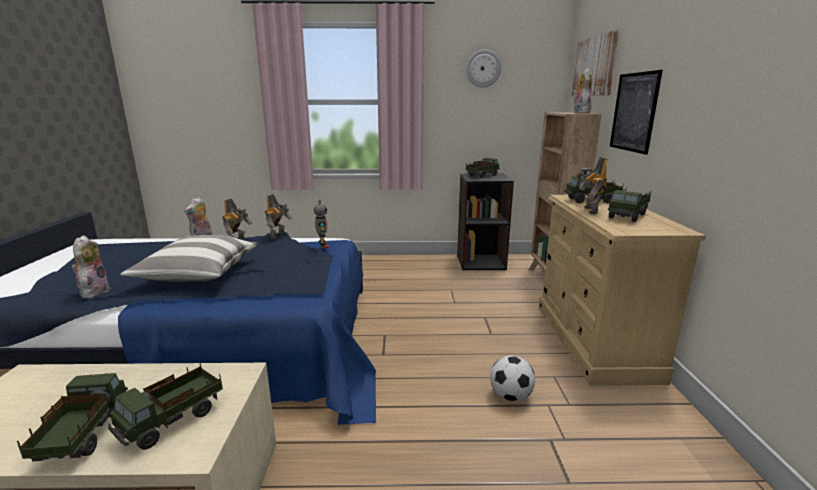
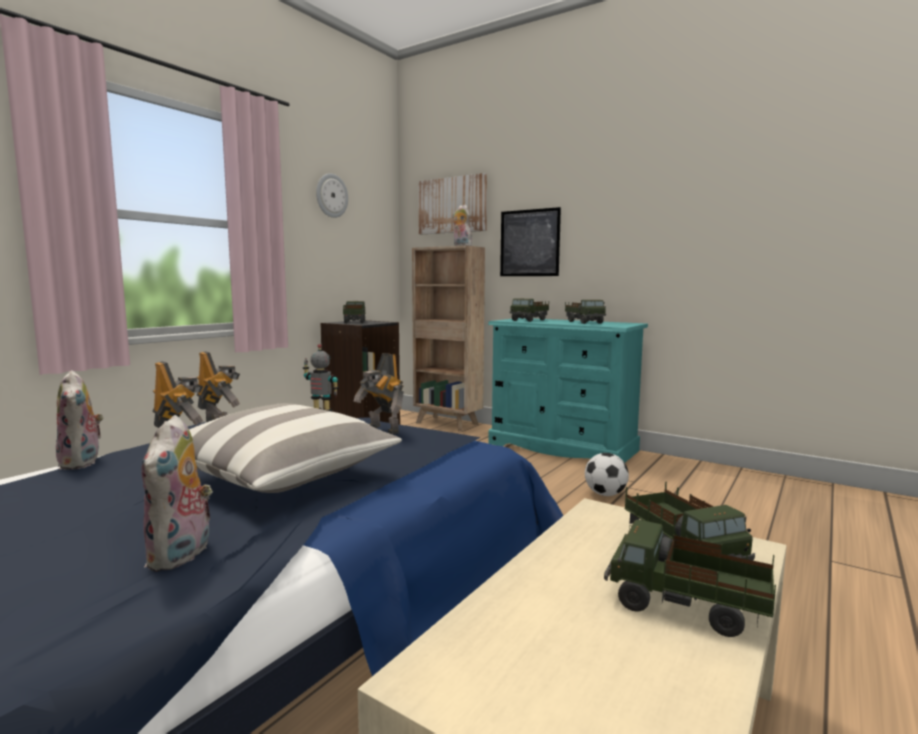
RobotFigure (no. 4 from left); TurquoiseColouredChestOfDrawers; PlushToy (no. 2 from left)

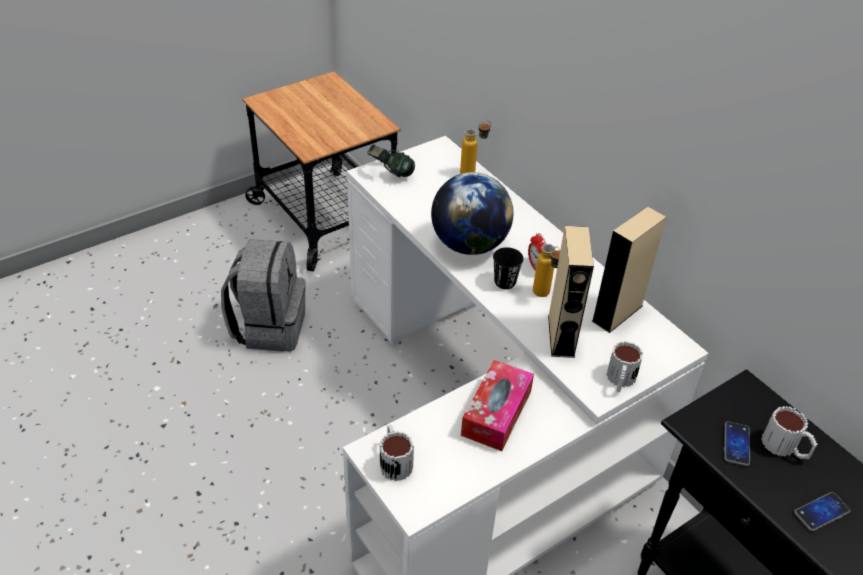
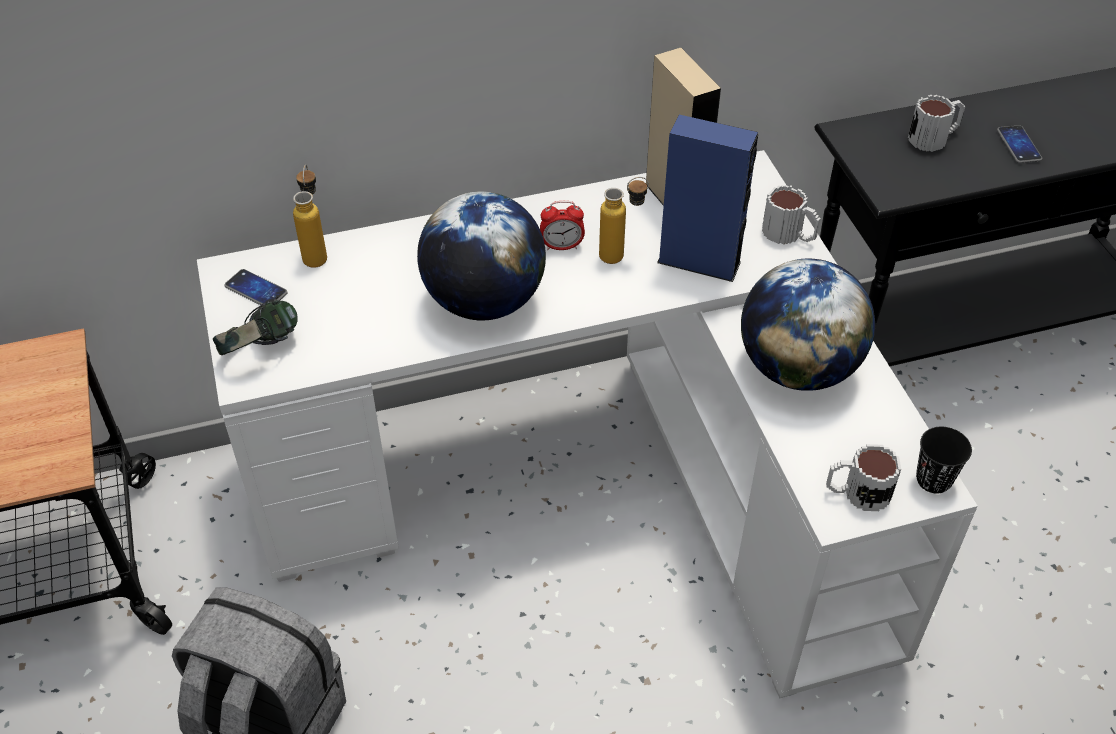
BlueColouredSpeaker; BlackColouredSmallCup; WorldGlobe (no. 2 from left); Telephone (no. 1 from left)

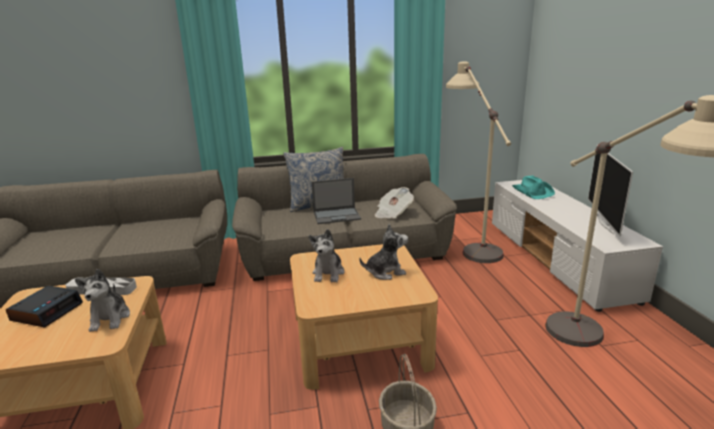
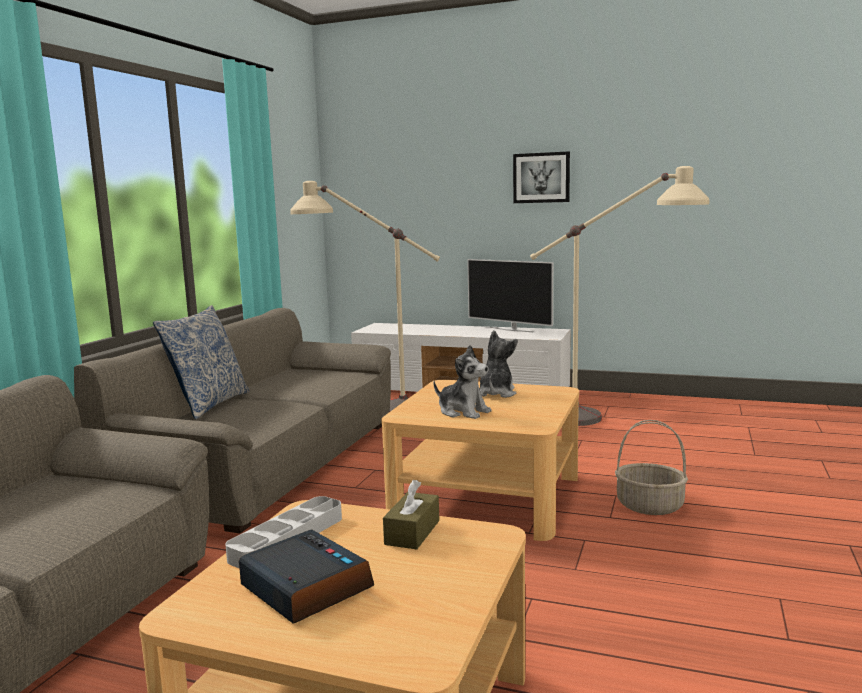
TurquoiseColouredWearableHat; PortableComputer; PrintedPaper; BrownColouredTissueHolder; WallArt

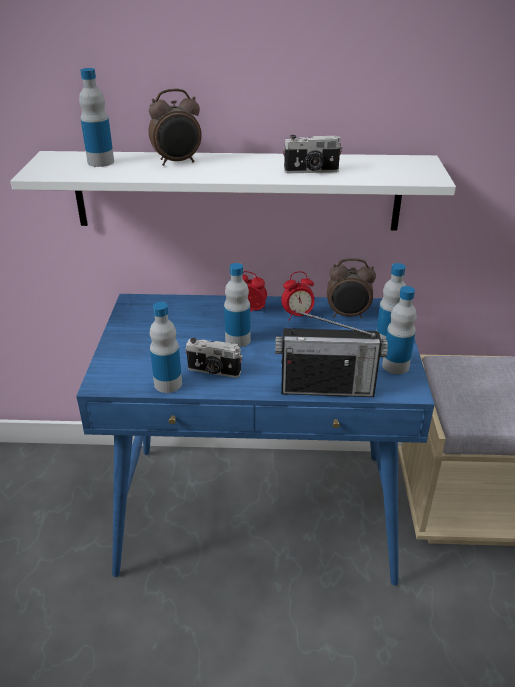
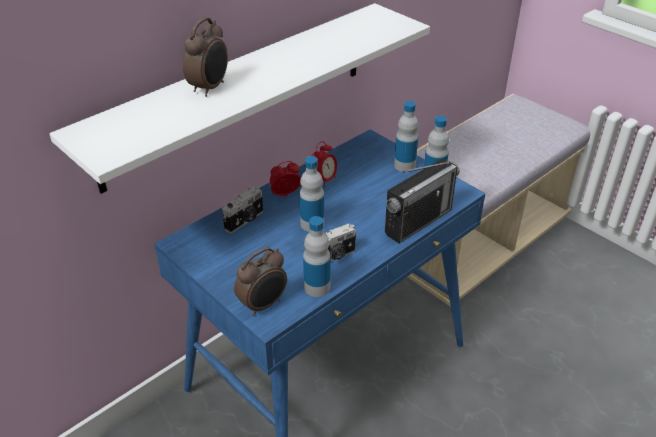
Bottle (no. 1 from left in the first image); StillCamera (no. 1 from left); AlarmClock (no. 2 from left)

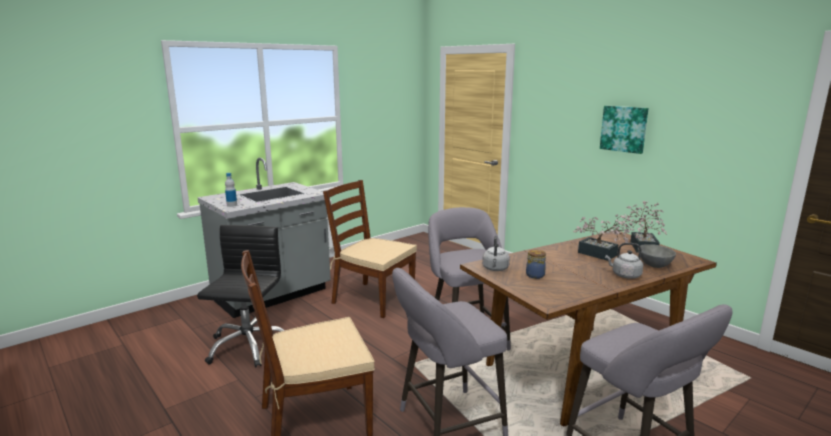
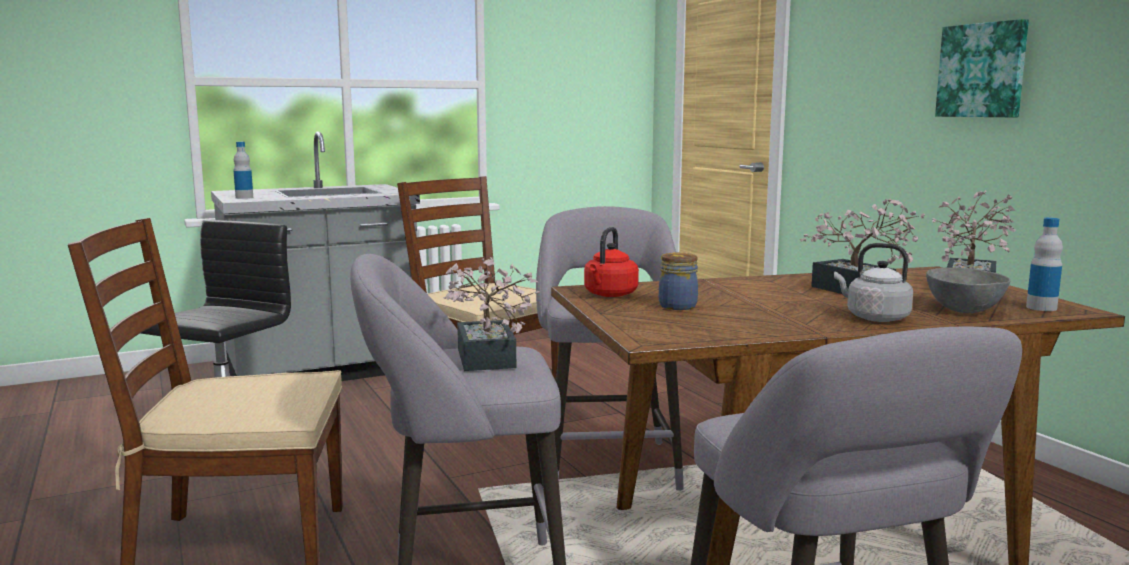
ReddishTeaKettle; Bottle (no. 2 from left); PottedPlant (no. 1 from left)

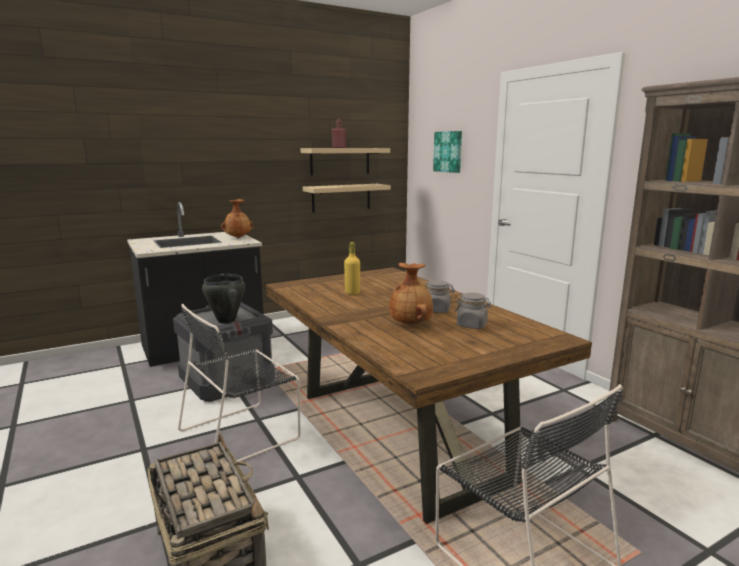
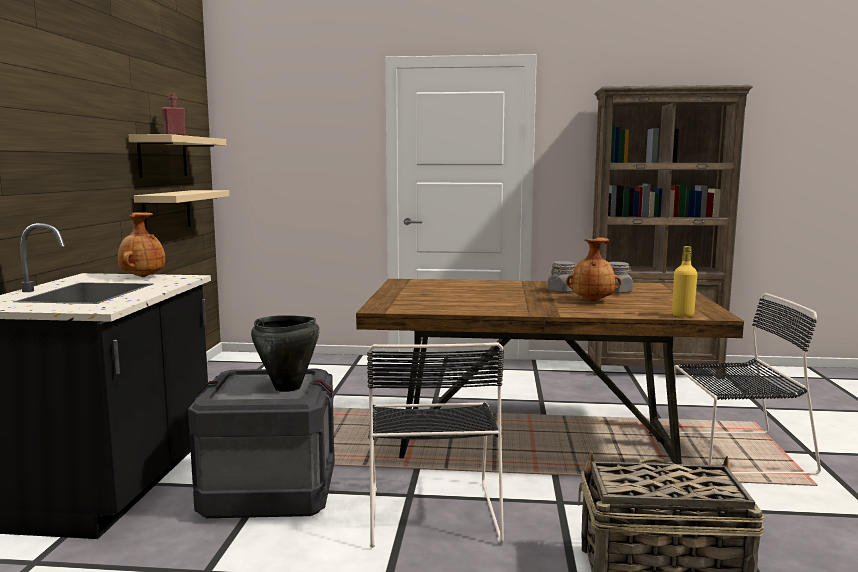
WallArt; YellowColouredBottle

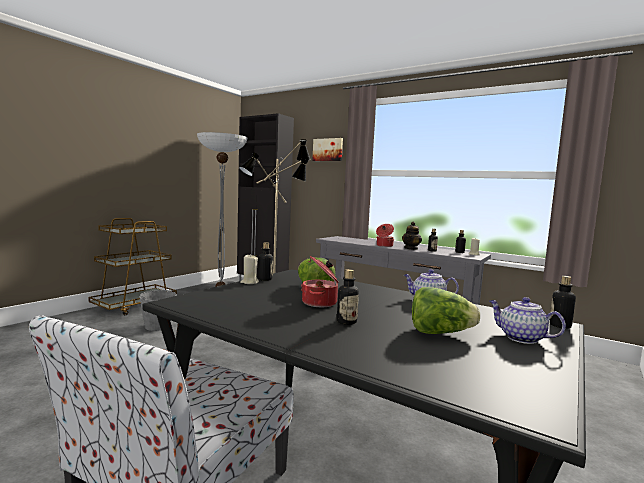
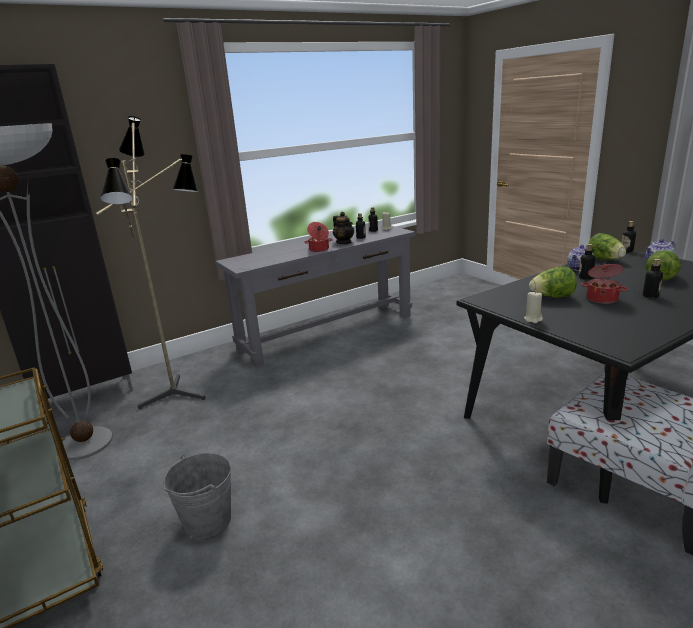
WallArt; Bottle (no. 3 from left); HeadOfLettuce (no. 2 from left)

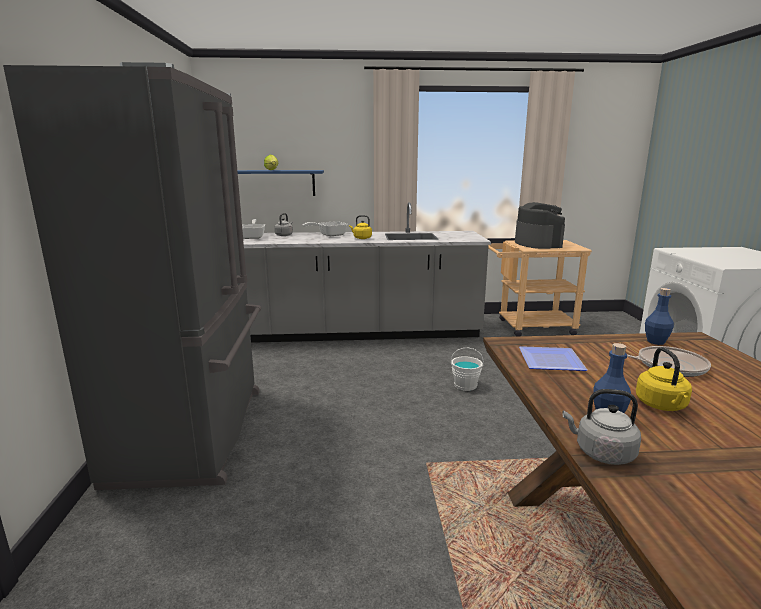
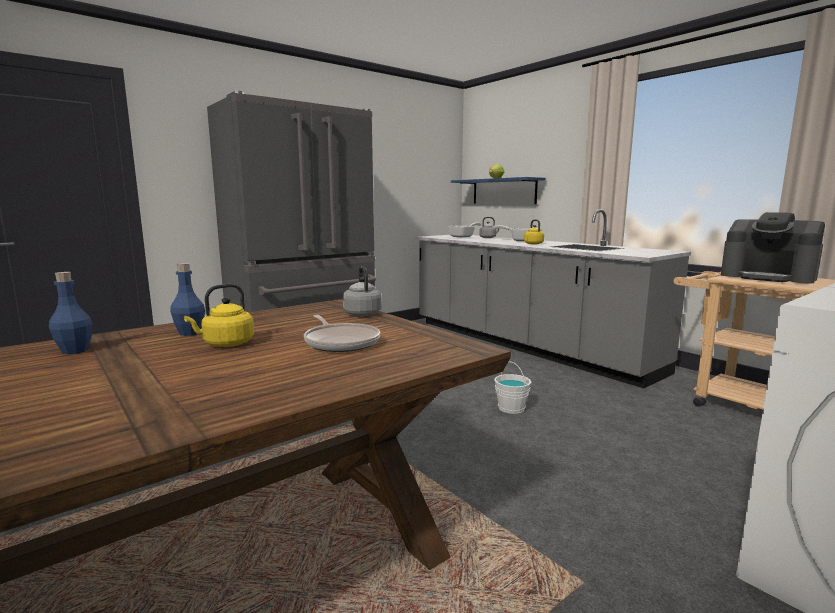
CoffeeBrewer; BlueColouredBottle (no. 1 from left); DinnerPlate; GreyishTeaKettle (no. 1 from left)

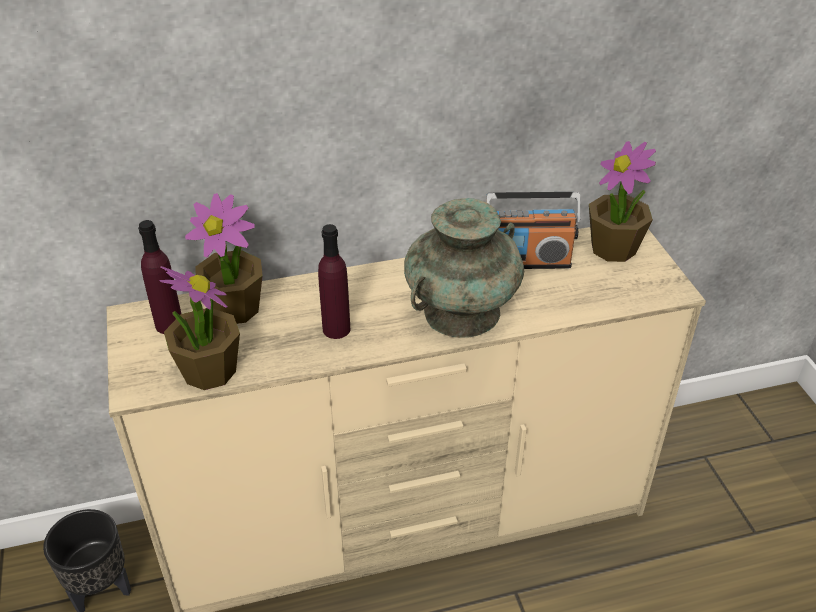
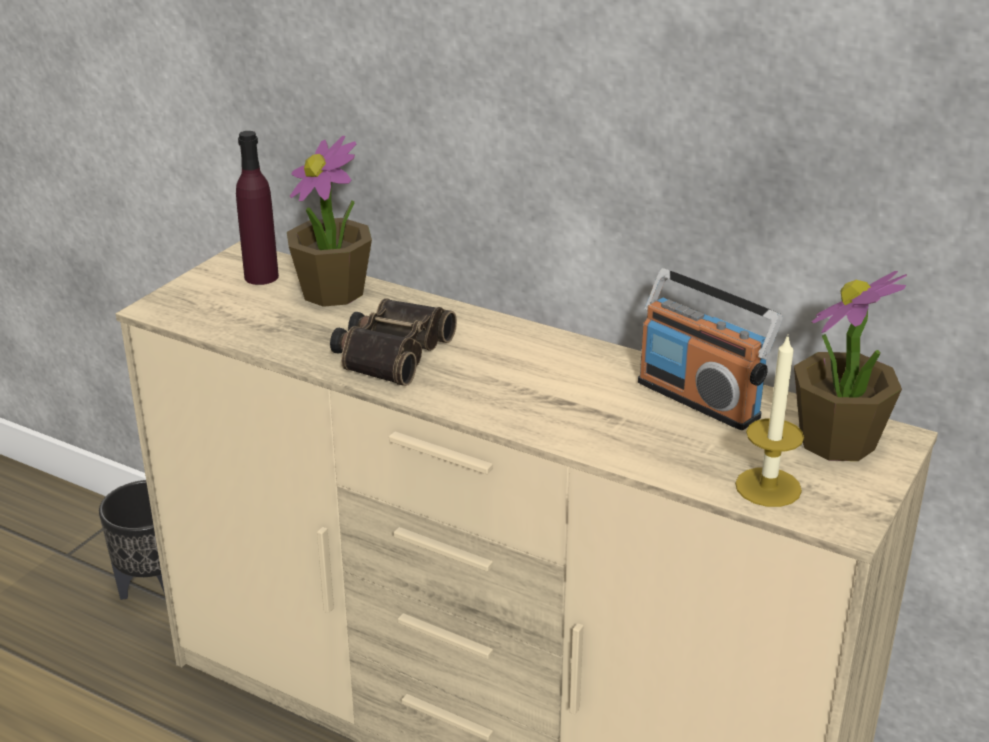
TurquoiseColouredVase; PairOfBinoculars; PottedPlant (no. 1 from left in the first image); WaxCandle

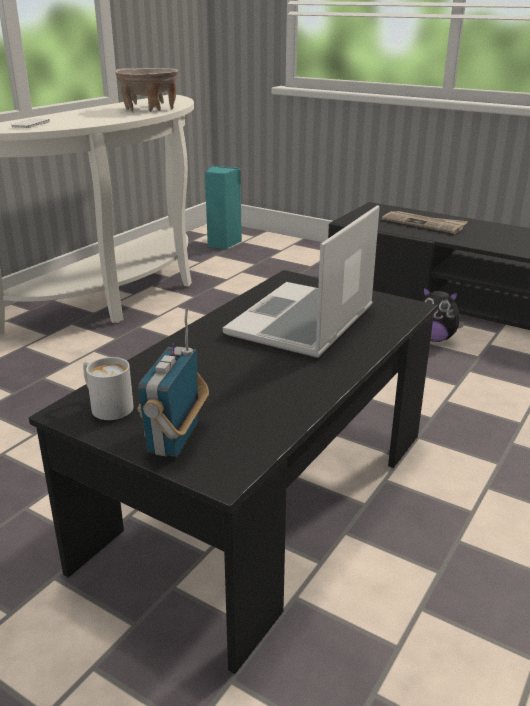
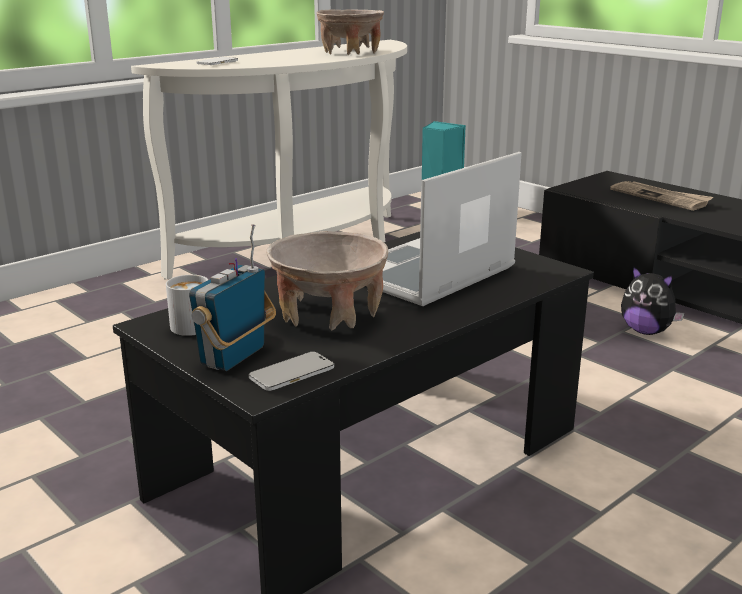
BeigeColouredDeepDish (no. 1 from left); Telephone (no. 2 from left)

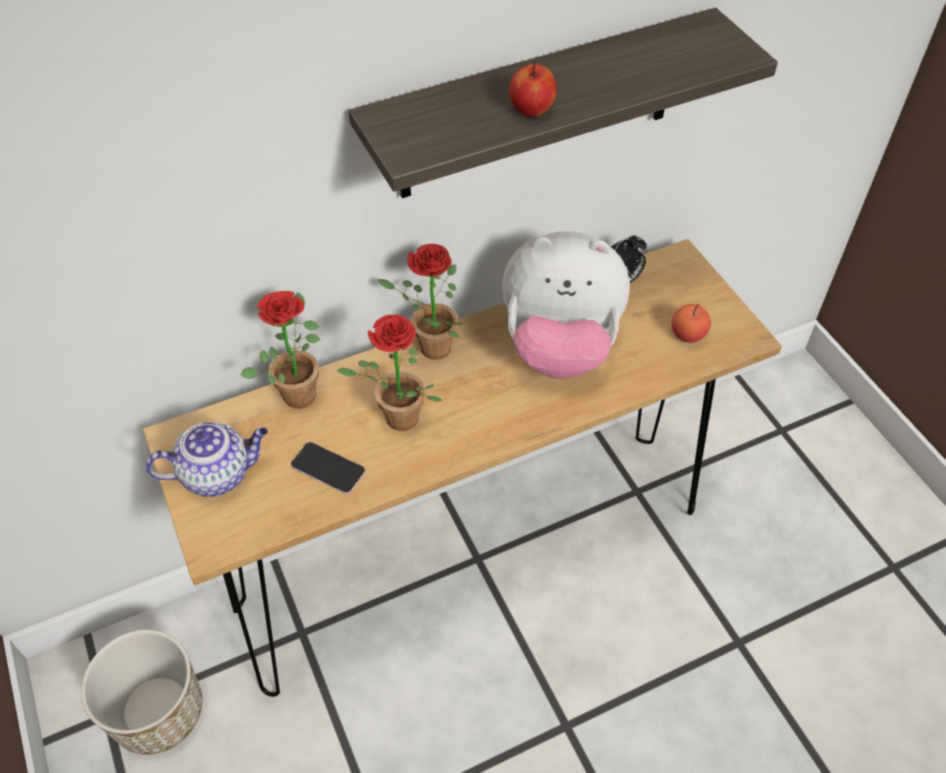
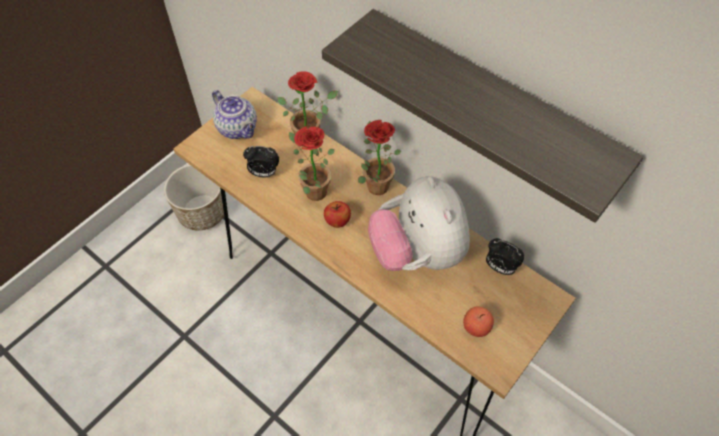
WholeApple (no. 1 from left); AlarmClock (no. 1 from left)

